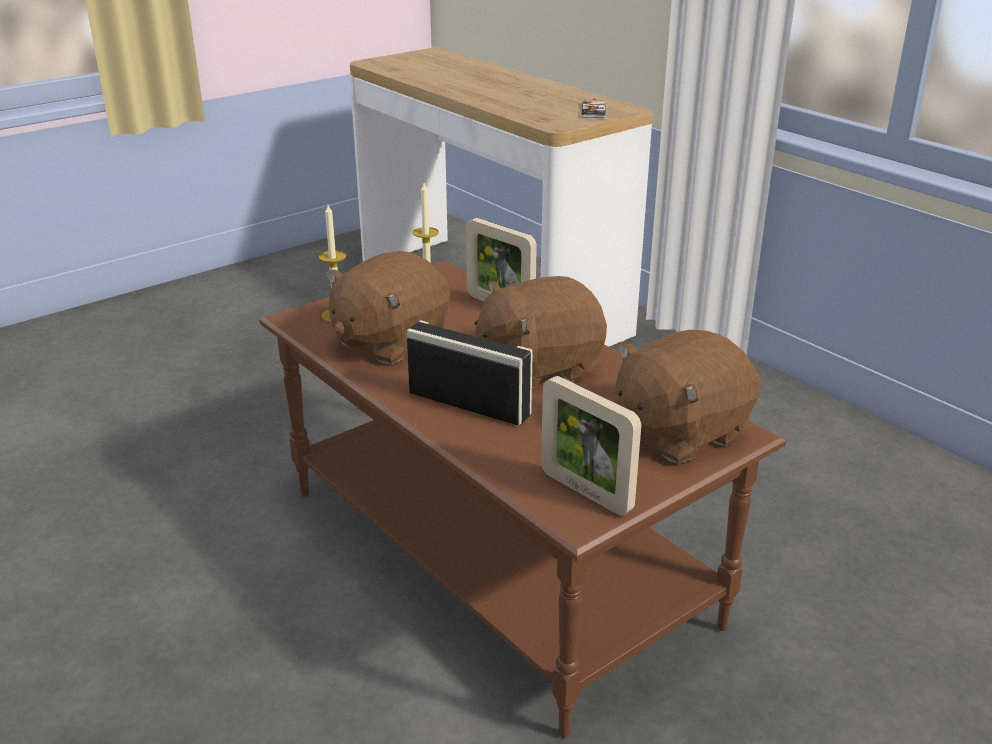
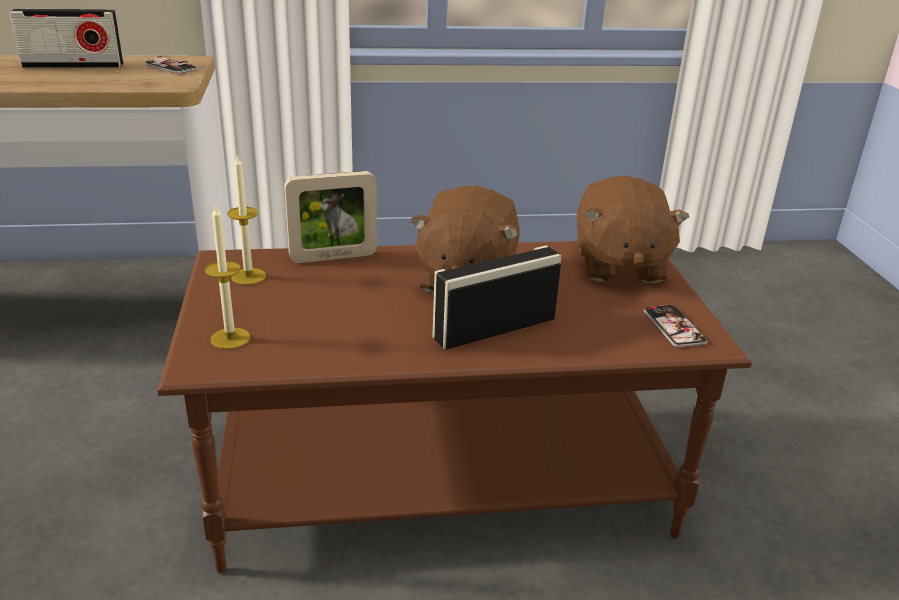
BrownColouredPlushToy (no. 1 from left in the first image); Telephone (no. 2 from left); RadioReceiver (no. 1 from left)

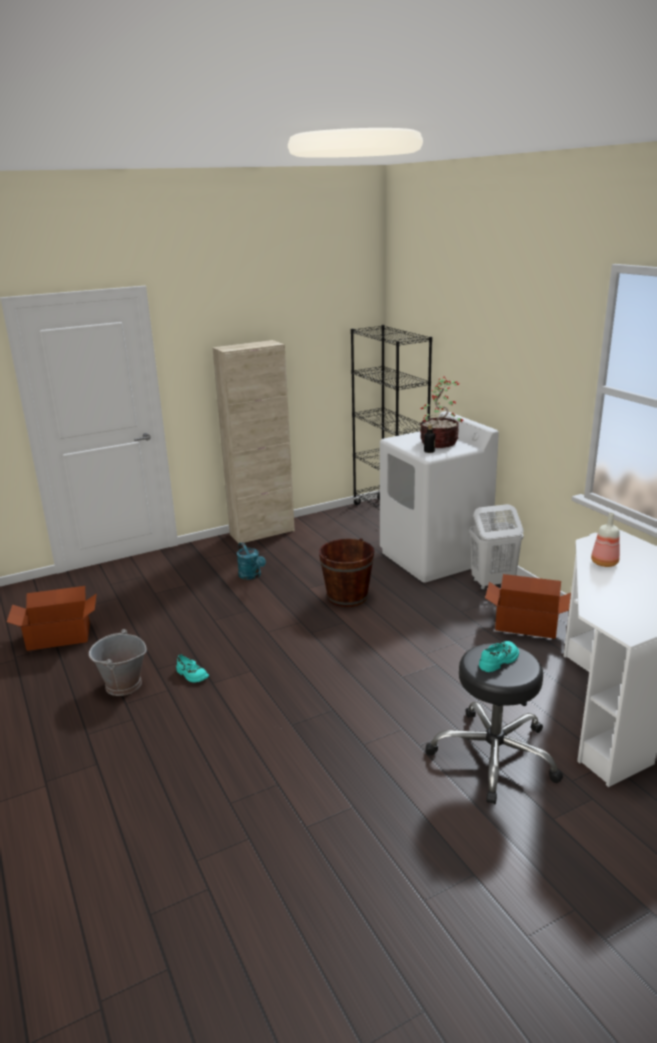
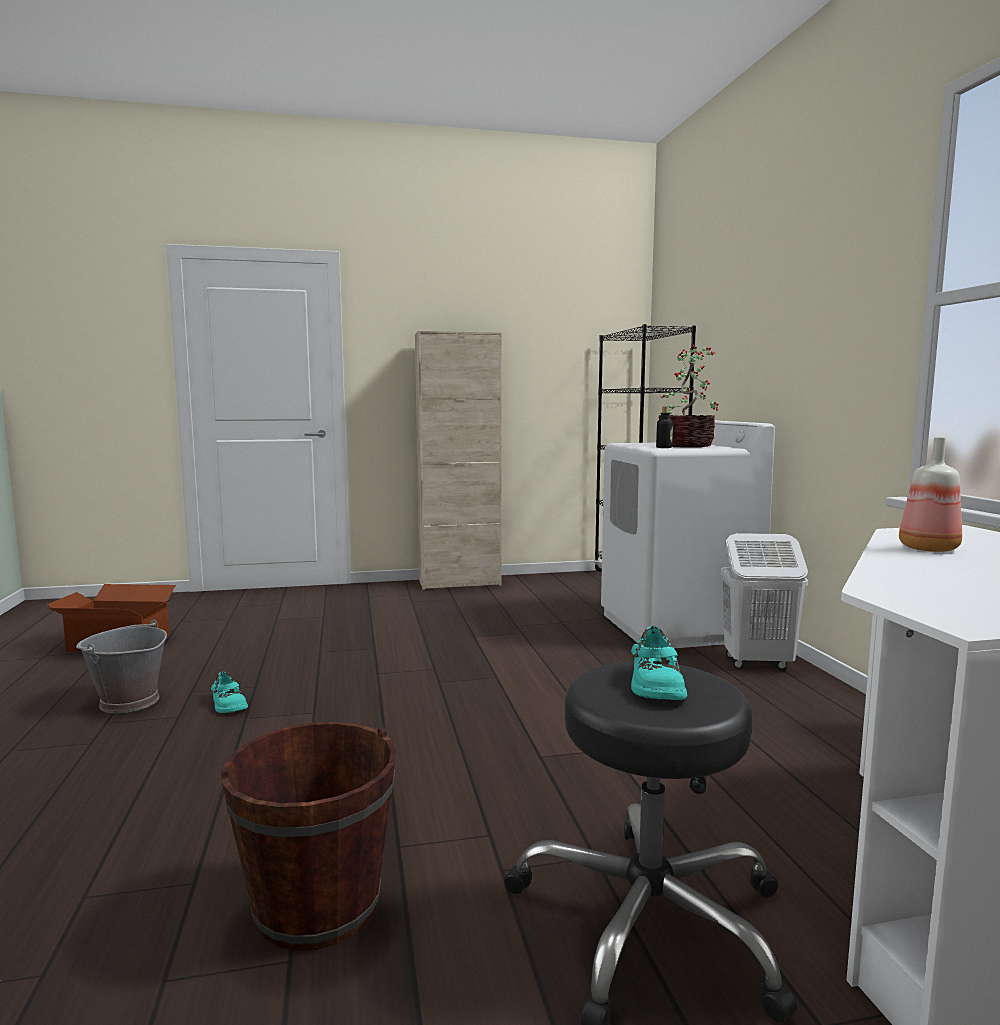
BrownColouredWaterBucket; TurquoiseColouredWateringCan; CardboardBox (no. 2 from left in the first image); TurquoiseColouredShoe (no. 2 from left)

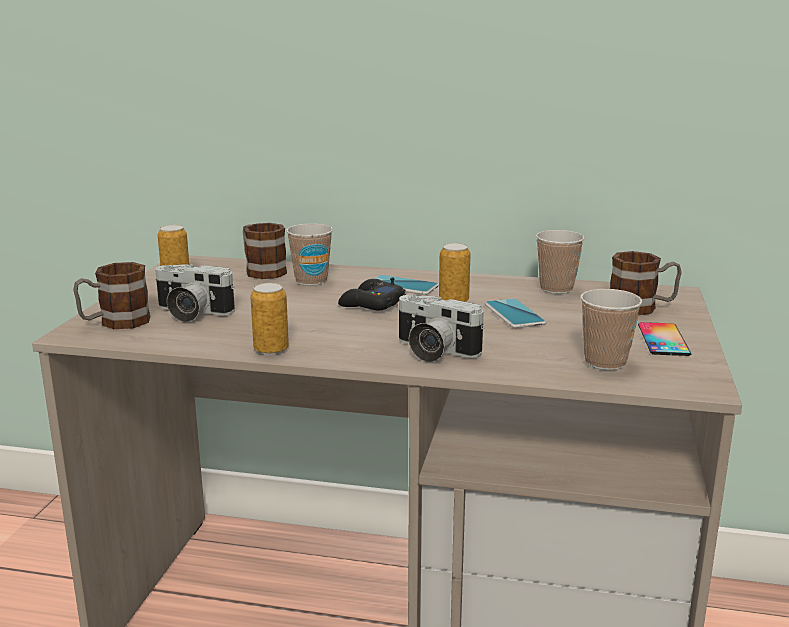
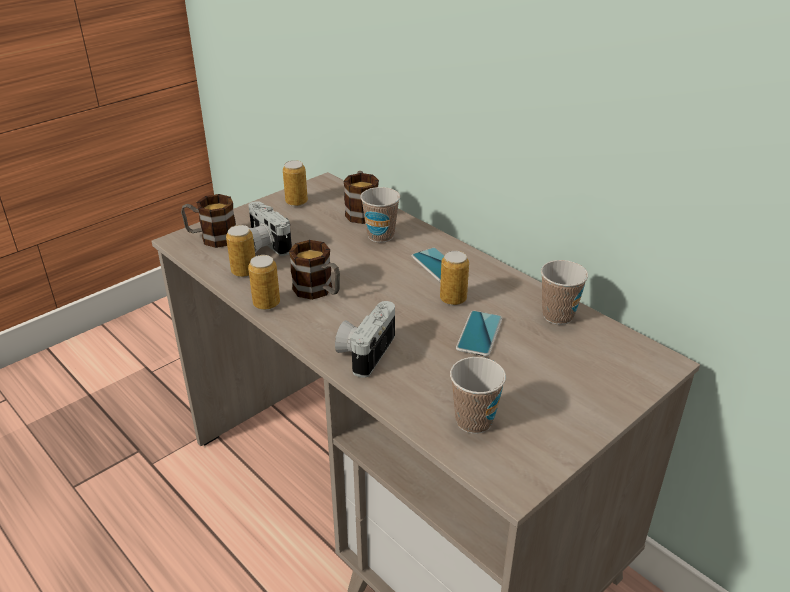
TeaMug (no. 2 from left); BlackColouredJoypad; StillCamera (no. 2 from left); Telephone (no. 3 from left in the first image); MetalCan (no. 1 from left)

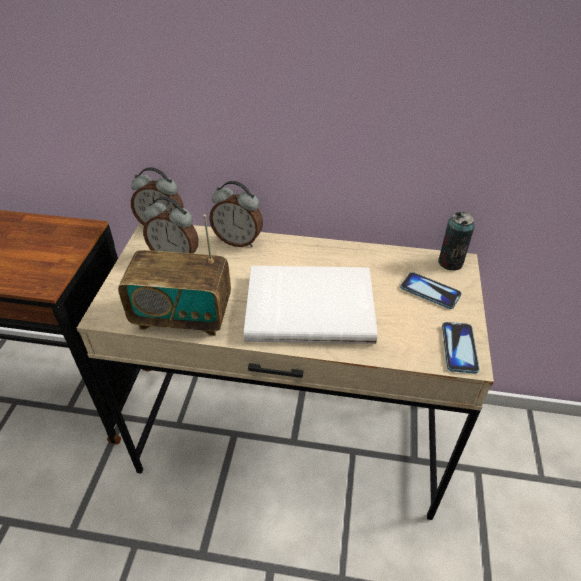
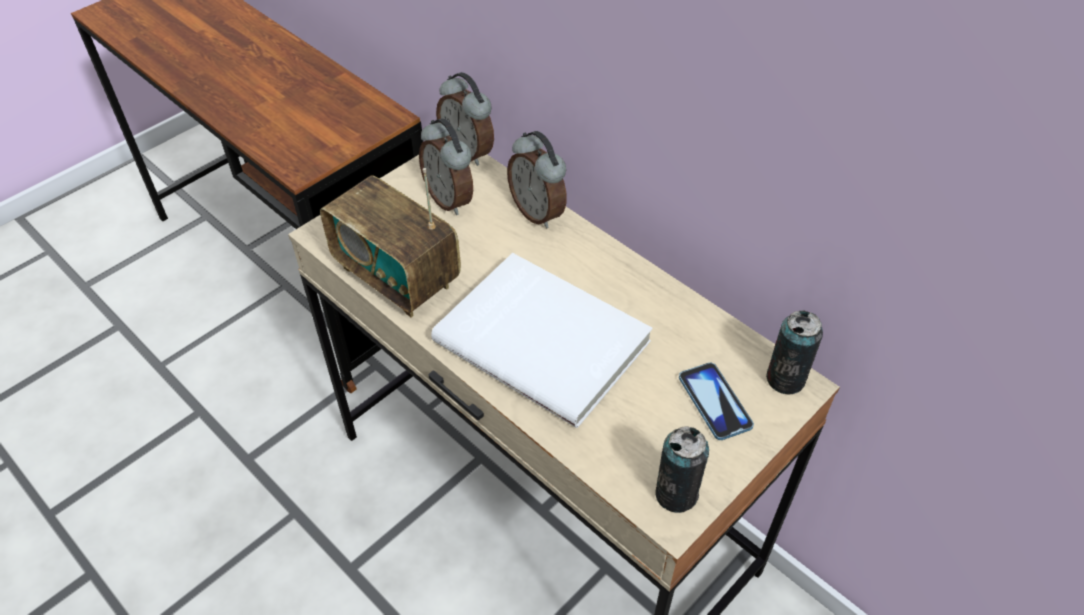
MetalCan (no. 1 from left)

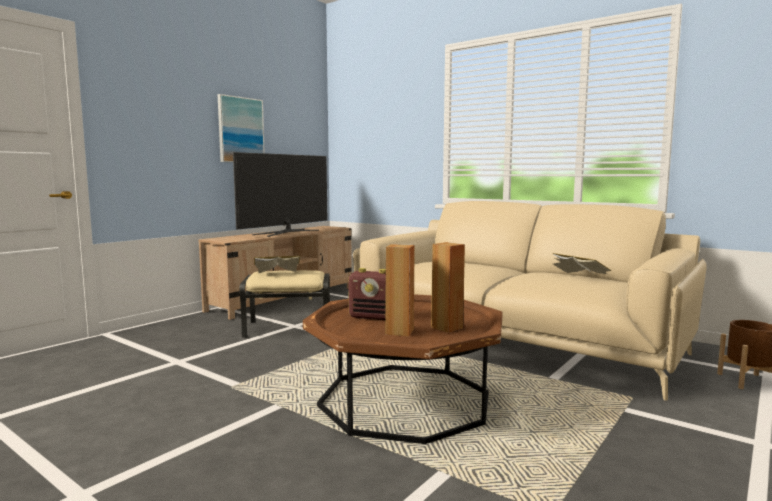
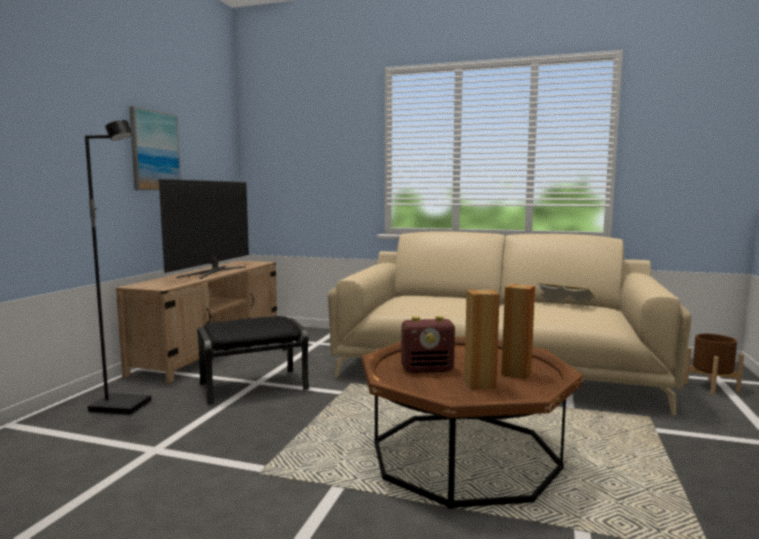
Book (no. 1 from left in the first image); BlackColouredFootrest; BlackColouredFloorLamp

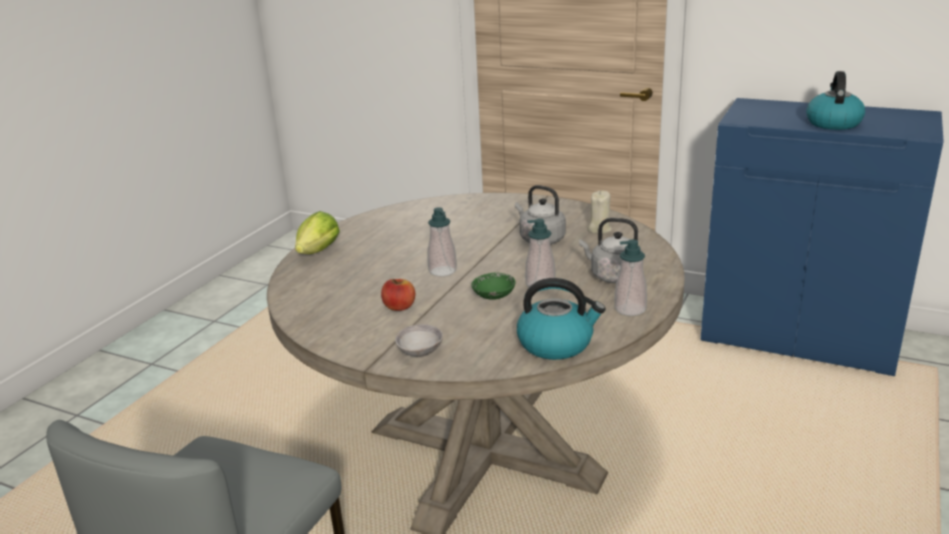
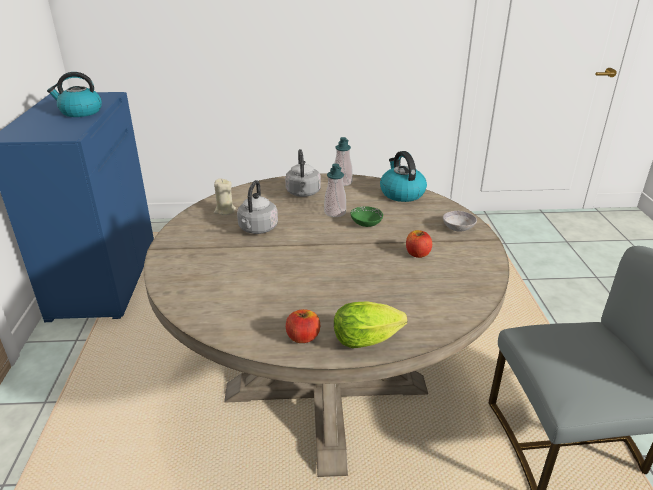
SoapBottle (no. 1 from left in the first image); WholeApple (no. 1 from left)

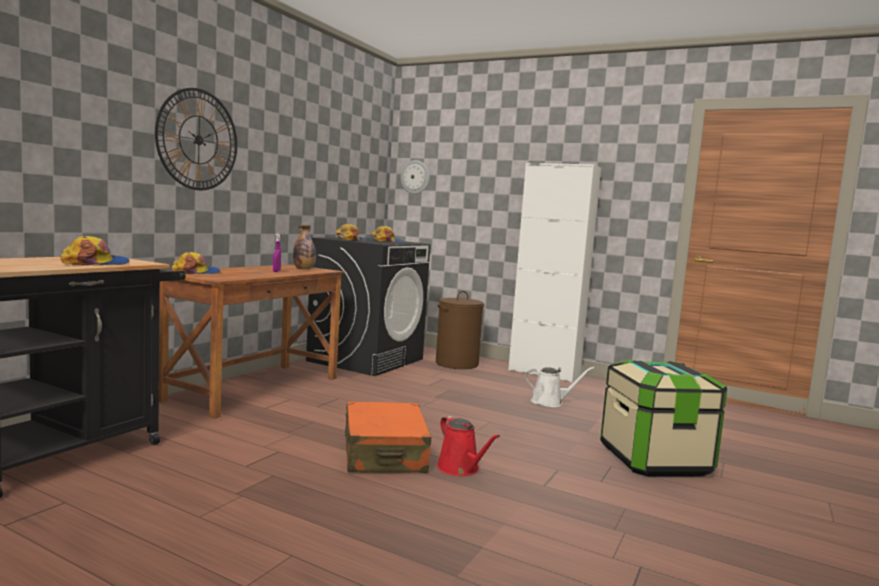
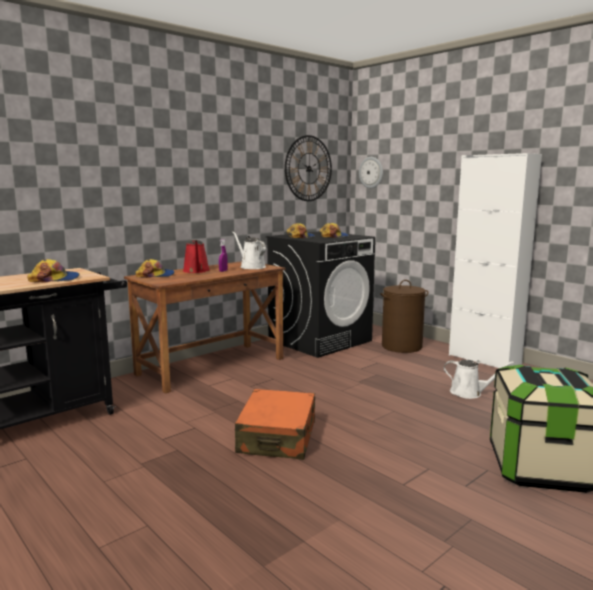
ClockOnTheWall (no. 1 from left); WhiteColouredWateringCan (no. 1 from left); ReddishWateringCan

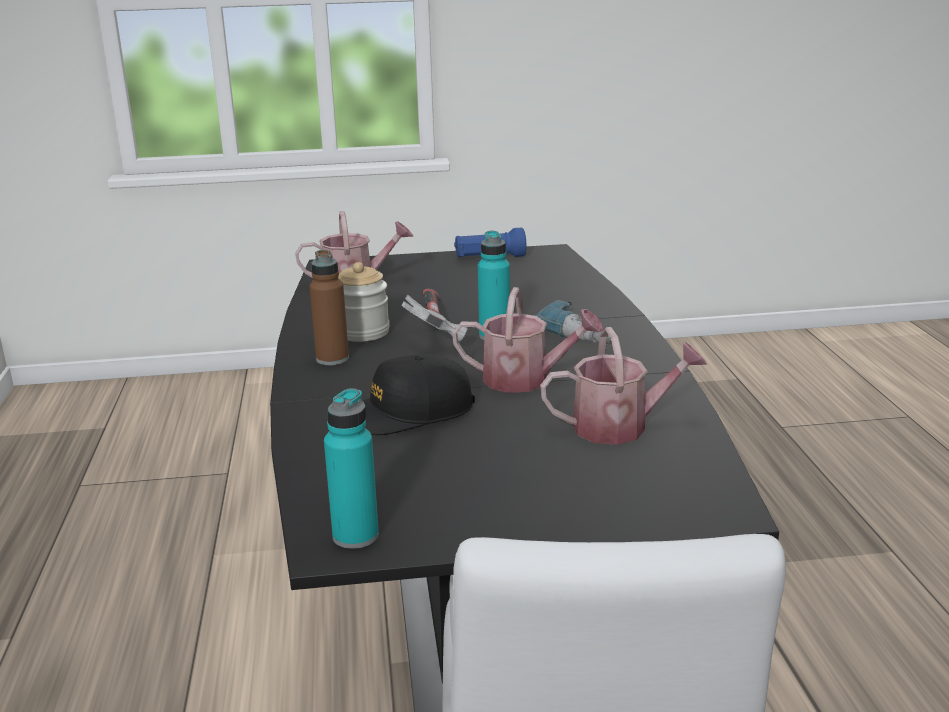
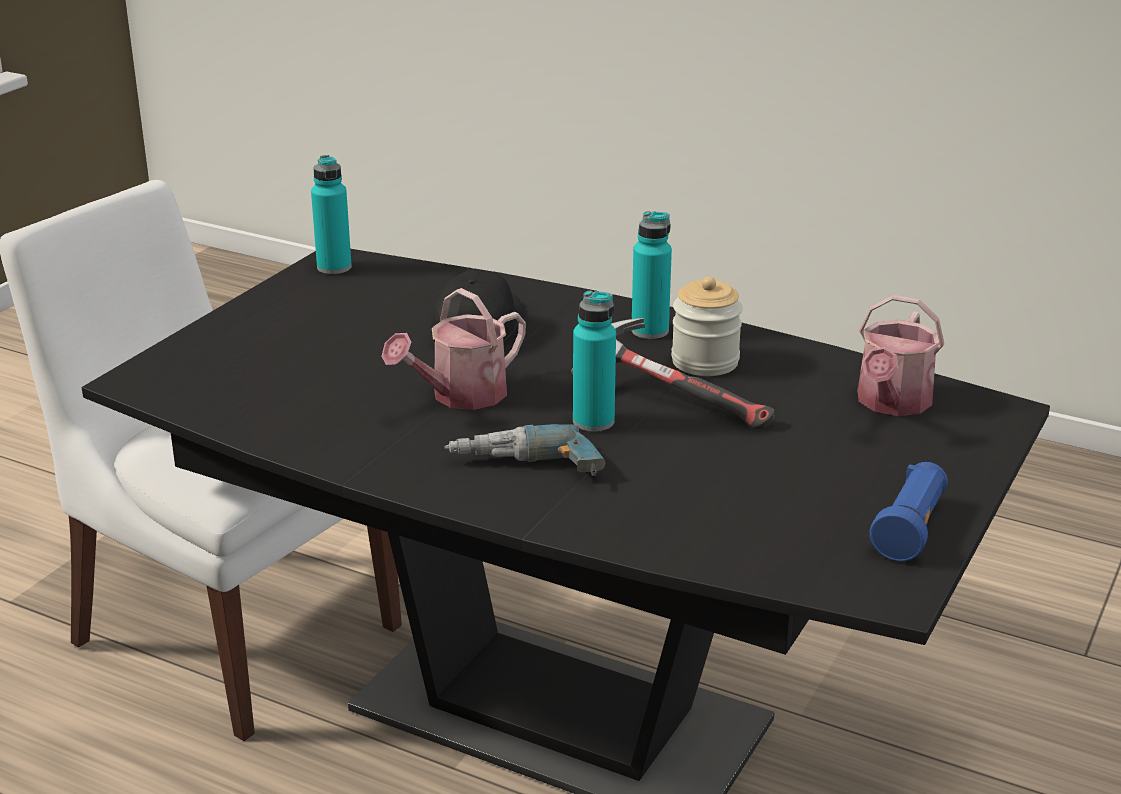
TurquoiseColouredBottle (no. 3 from left); WateringCan (no. 3 from left in the first image)

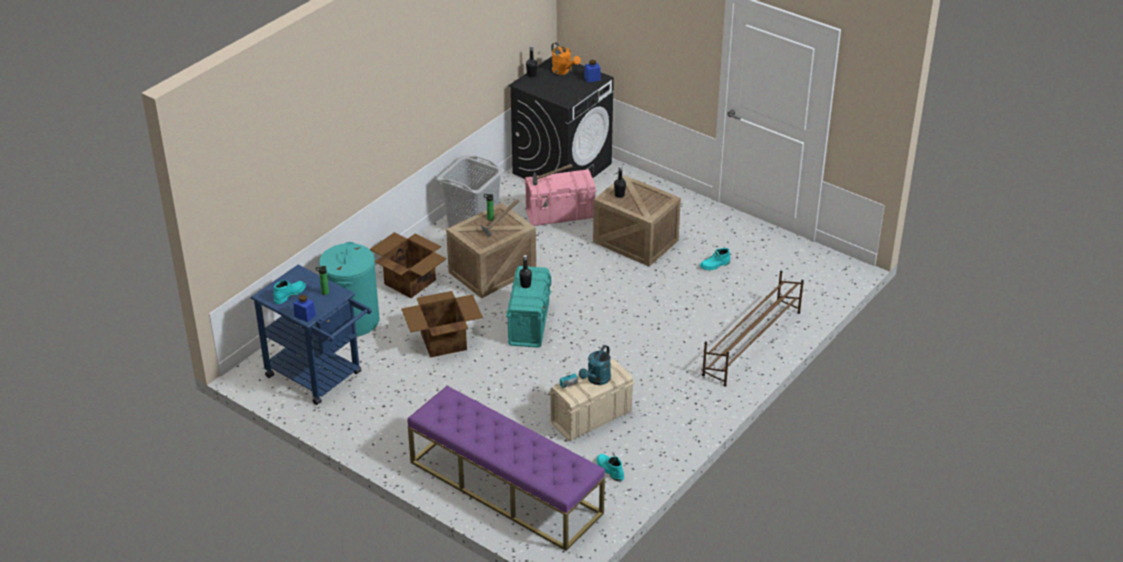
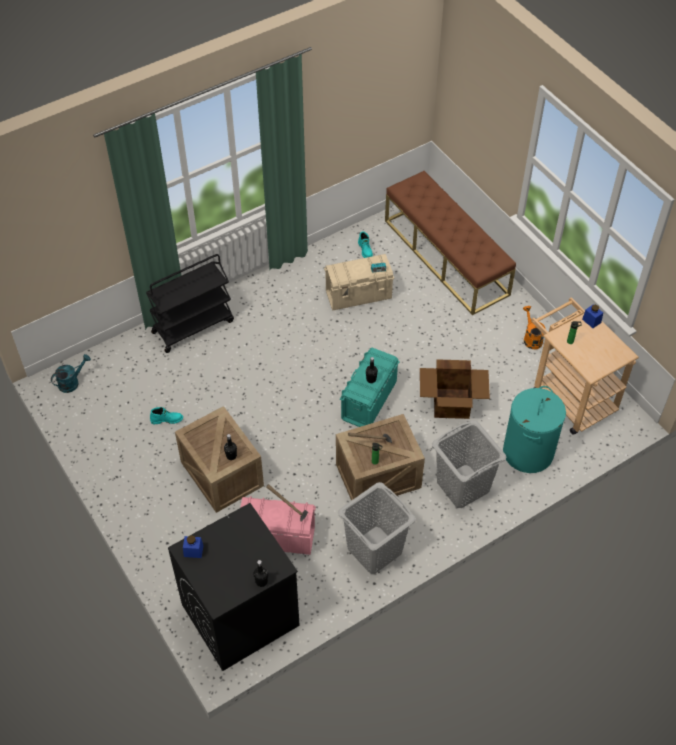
OrangeWateringCan; GreyishLaundryBasket (no. 2 from left); BeigeColouredWheeledCart; BlackColouredWheeledCart; TurquoiseColouredHighTopBoot (no. 1 from left in the first image); TurquoiseColouredWateringCan; BrownColouredBench

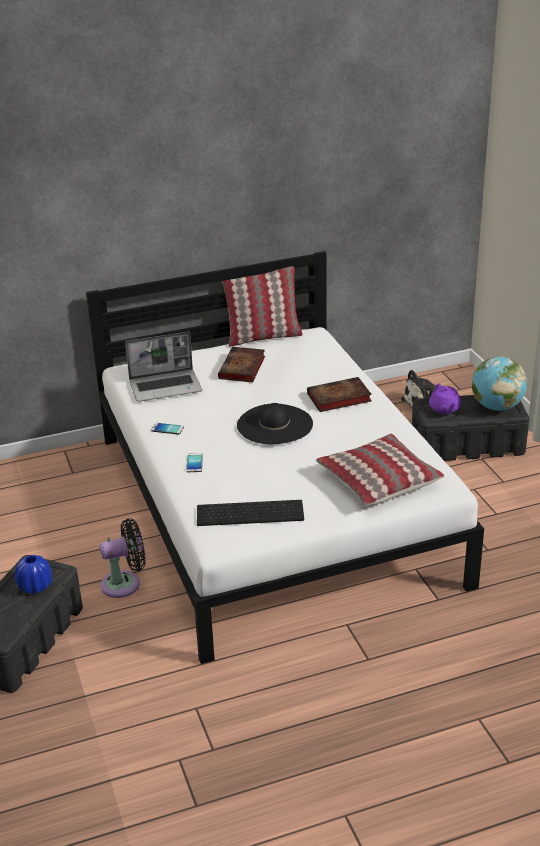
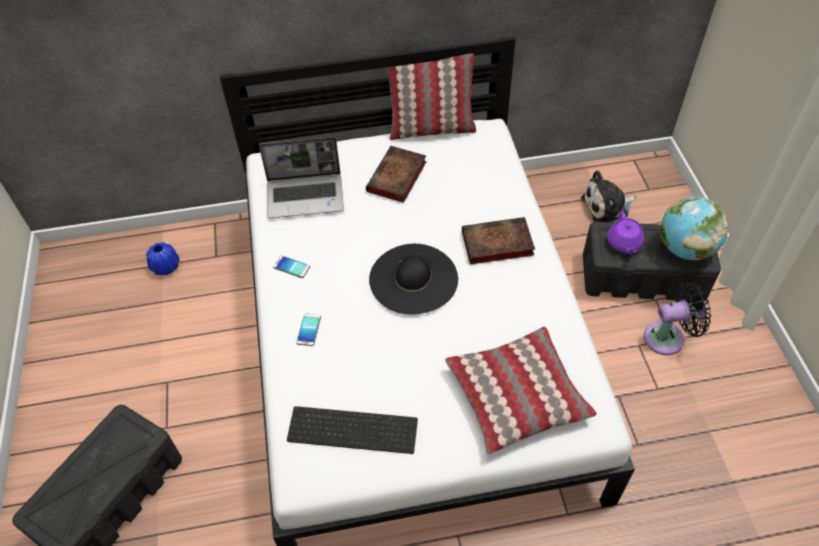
BlackColouredElectricFan; BlueColouredVase

